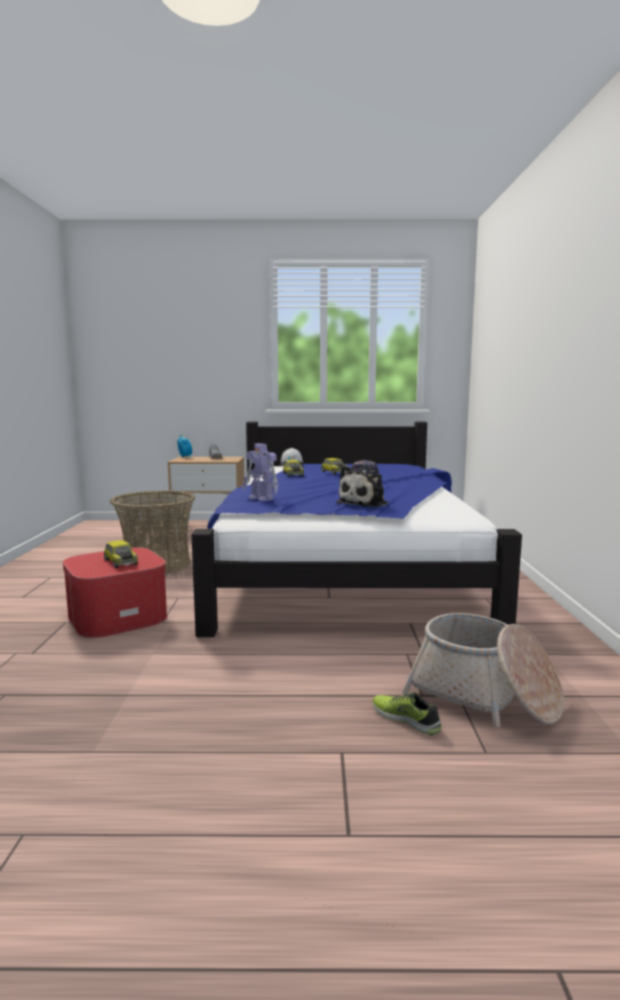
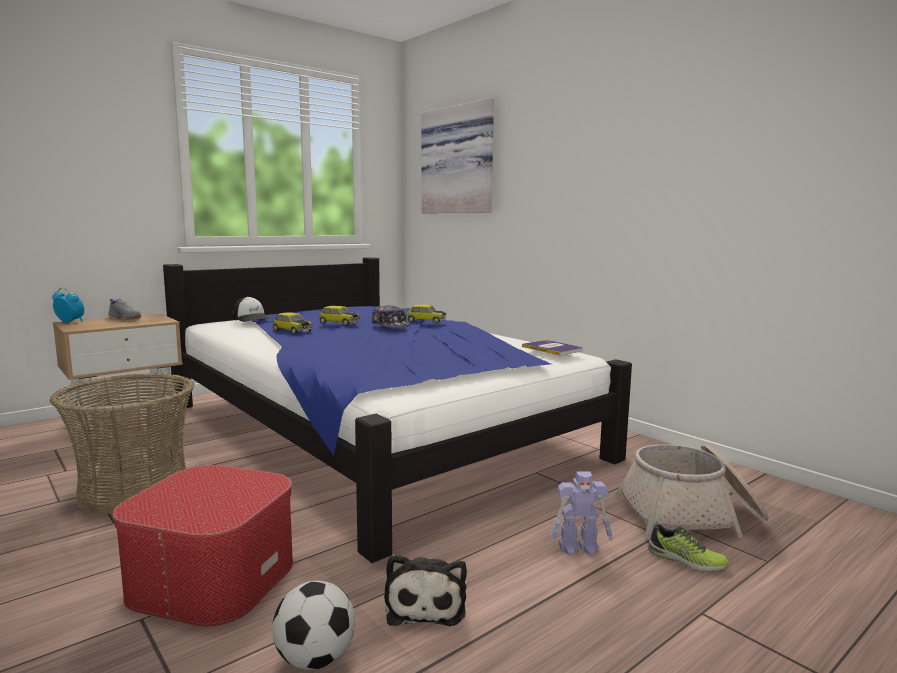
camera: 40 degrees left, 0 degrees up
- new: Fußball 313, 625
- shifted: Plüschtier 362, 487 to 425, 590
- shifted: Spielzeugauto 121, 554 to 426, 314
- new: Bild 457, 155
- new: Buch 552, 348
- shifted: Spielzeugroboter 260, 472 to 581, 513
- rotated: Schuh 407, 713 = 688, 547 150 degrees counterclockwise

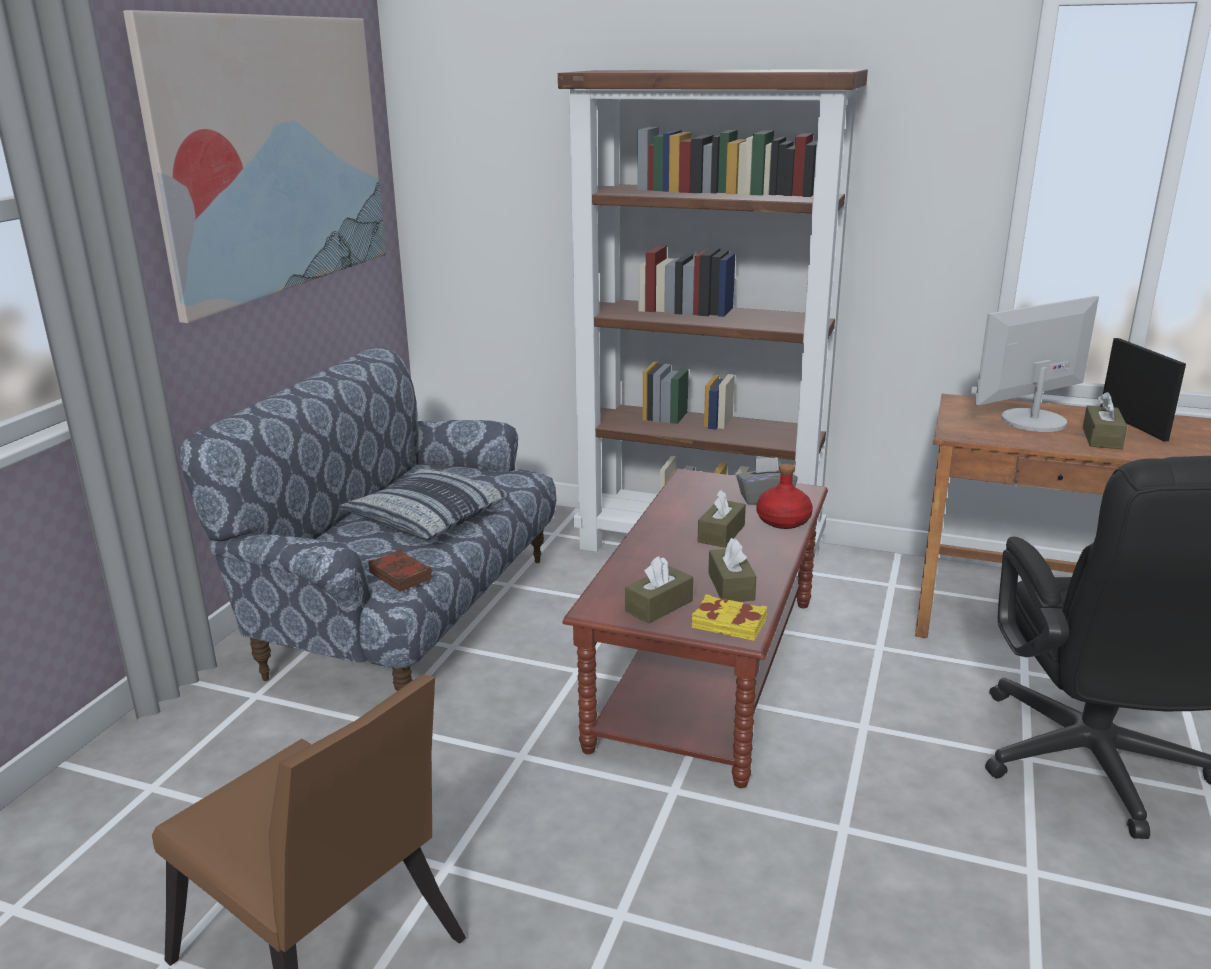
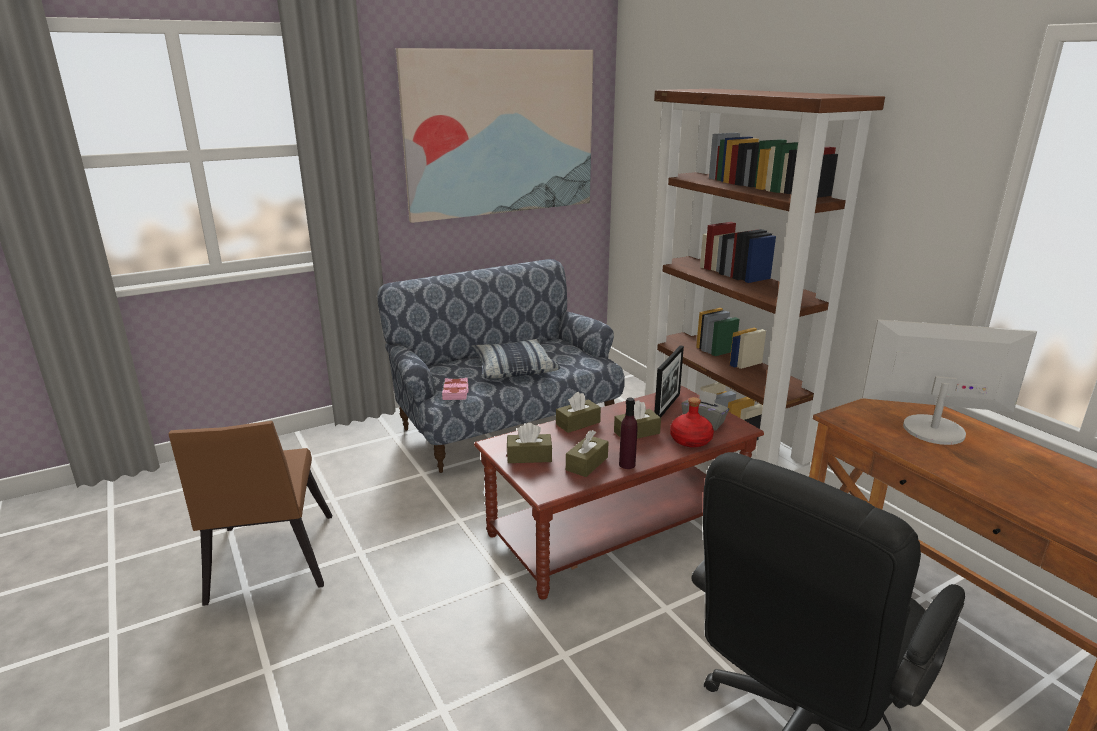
camera: 40 degrees right, 0 degrees up
- repainted: Buch/braun 400, 570 to Buch/rosa 455, 389
- shifted: Taschentuchbox/braun 1105, 420 to 578, 412
- new: Flasche/lila 628, 433
- shifted: Bilderrahmen 1143, 390 to 669, 381
- gone: Buch/gelb 729, 617

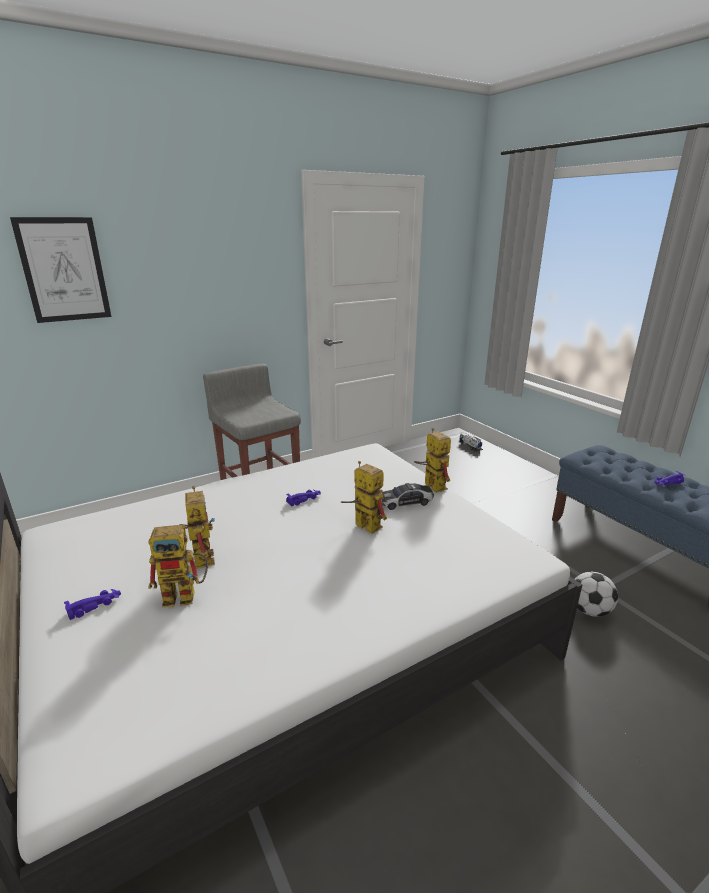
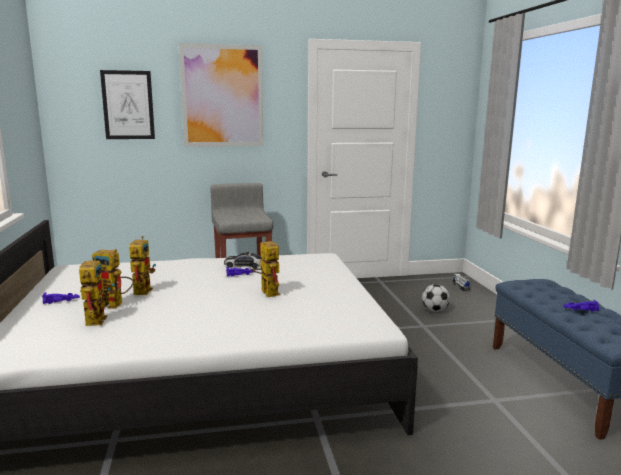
camera: 20 degrees right, 10 degrees down
- shifted: Spielzeugroboter 432, 460 to 94, 291
- new: Bild 221, 95
- shifted: Spielzeugauto 408, 496 to 243, 260
- shifted: Fußball 596, 594 to 436, 298

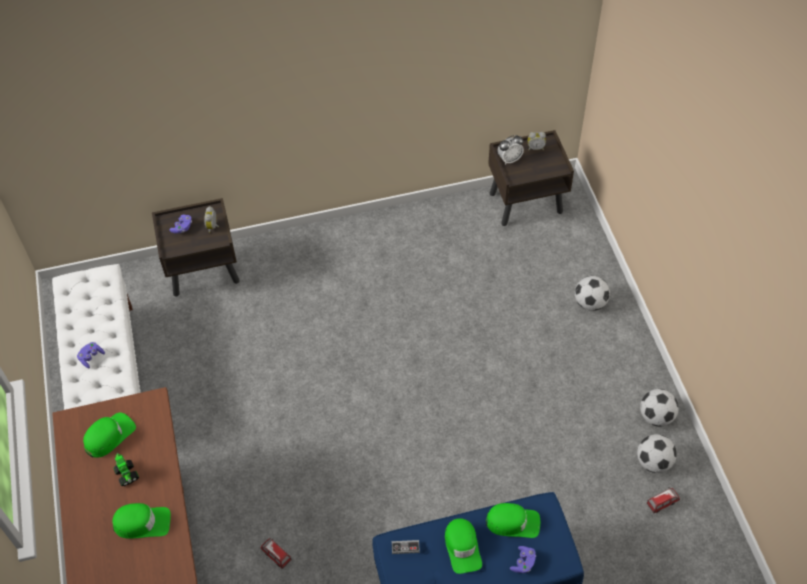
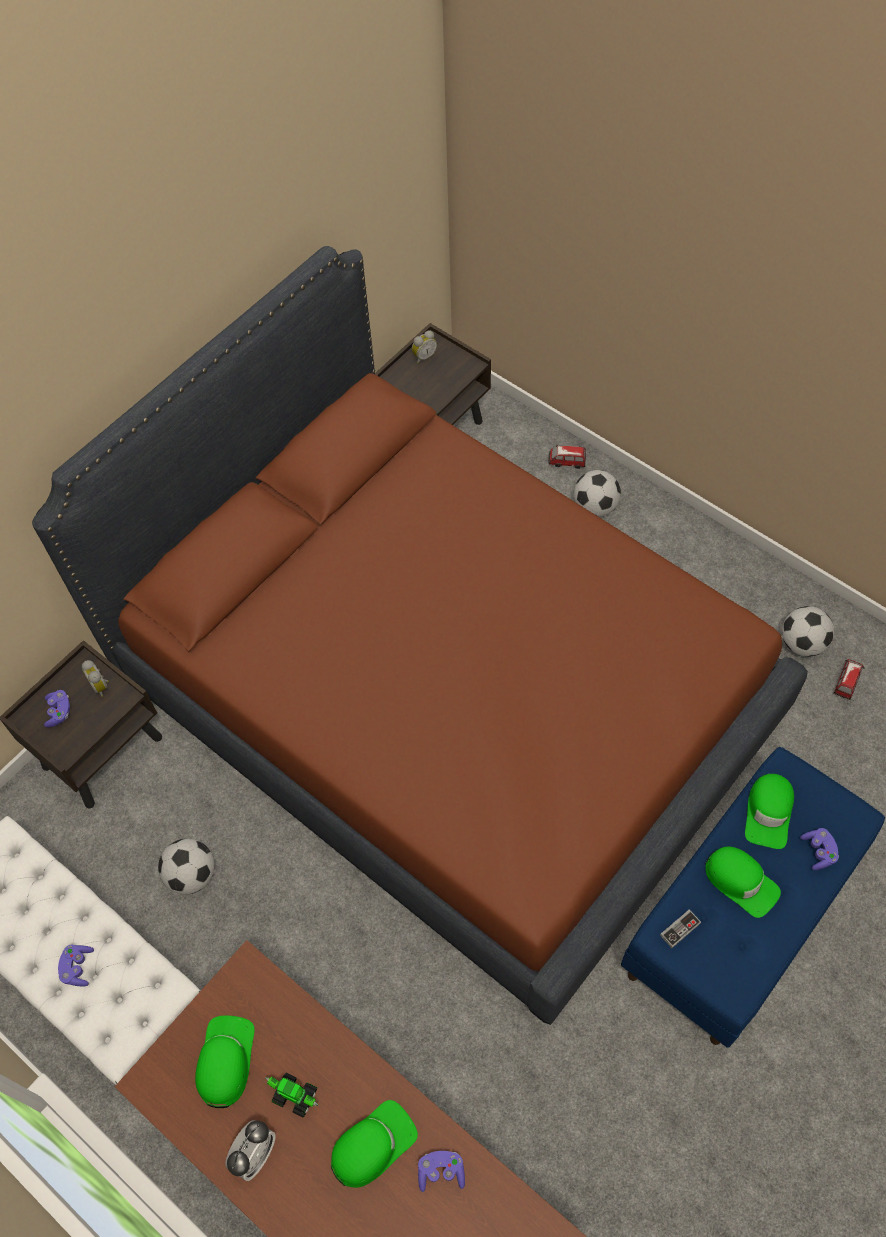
camera: 35 degrees left, 5 degrees up
- new: Bett/braun 420, 635
- shifted: Fußball 659, 408 to 186, 866
- shifted: Wecker 510, 150 to 250, 1150
- new: Gamepad/lila 441, 1171
- shifted: Spielzeugauto 276, 553 to 567, 457
- rotated: Kappe/grün 513, 520 = 769, 811 135 degrees clockwise

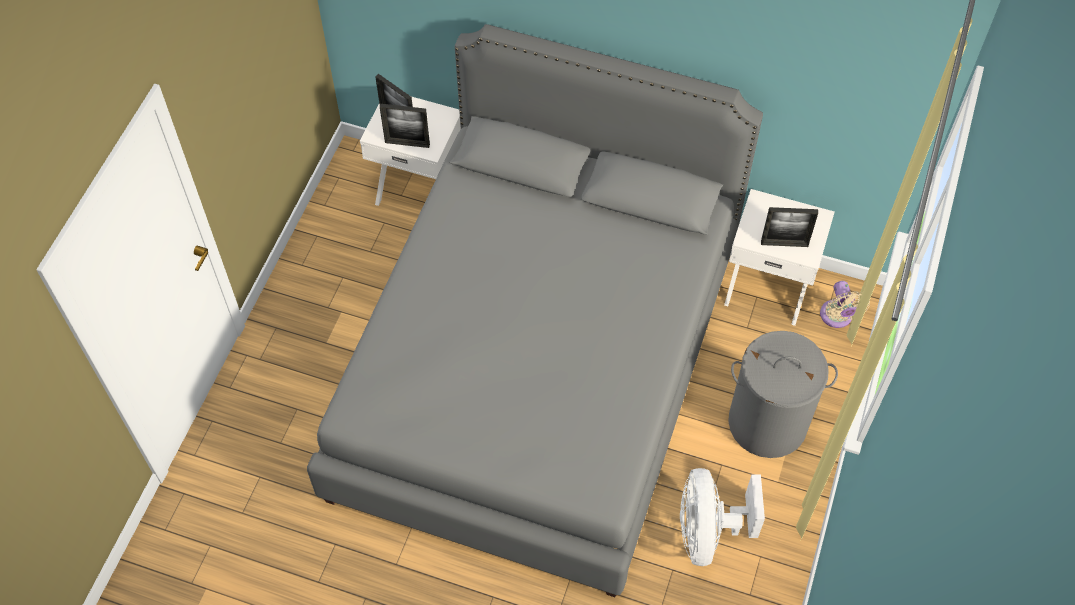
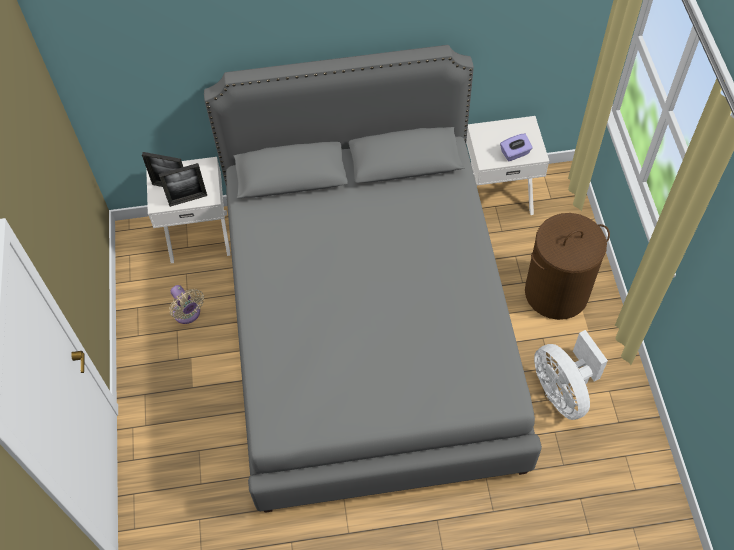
camera: 25 degrees left, 0 degrees up
- shifted: Ventilator/beige 845, 304 to 186, 304
- swapped: Bilderrahmen 789, 227 to Taschentuchbox/lila 516, 147
- repainted: Wäschekorb/grau 783, 394 to Wäschekorb/braun 567, 266

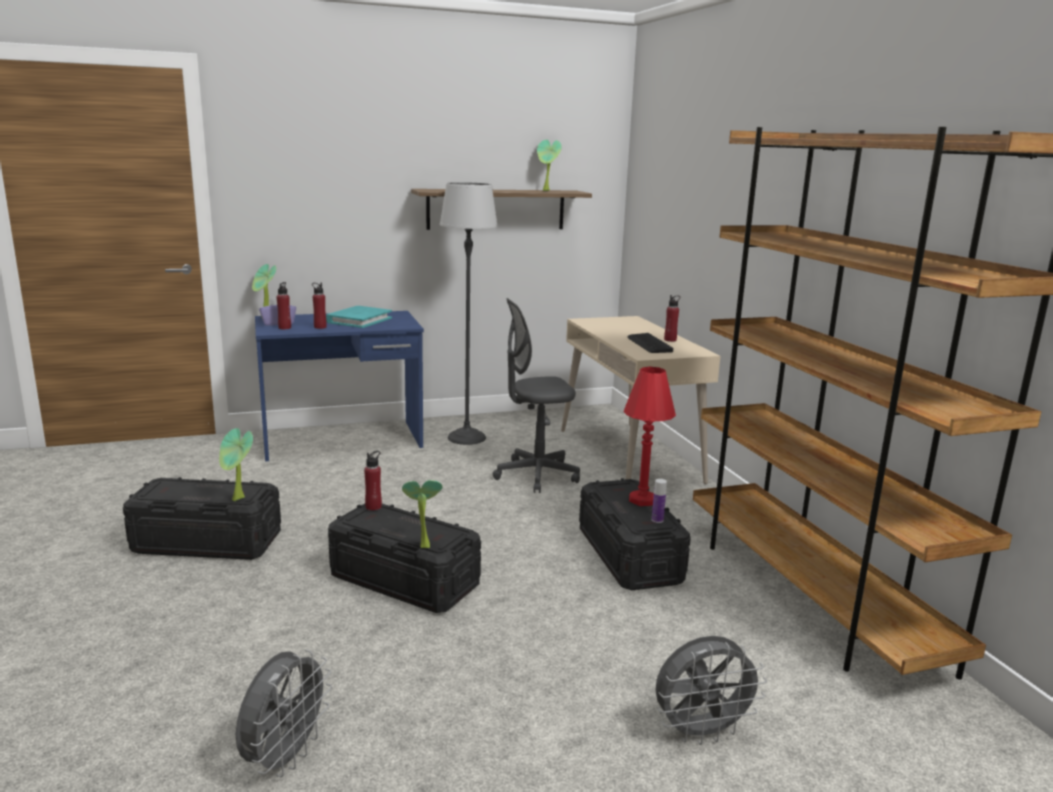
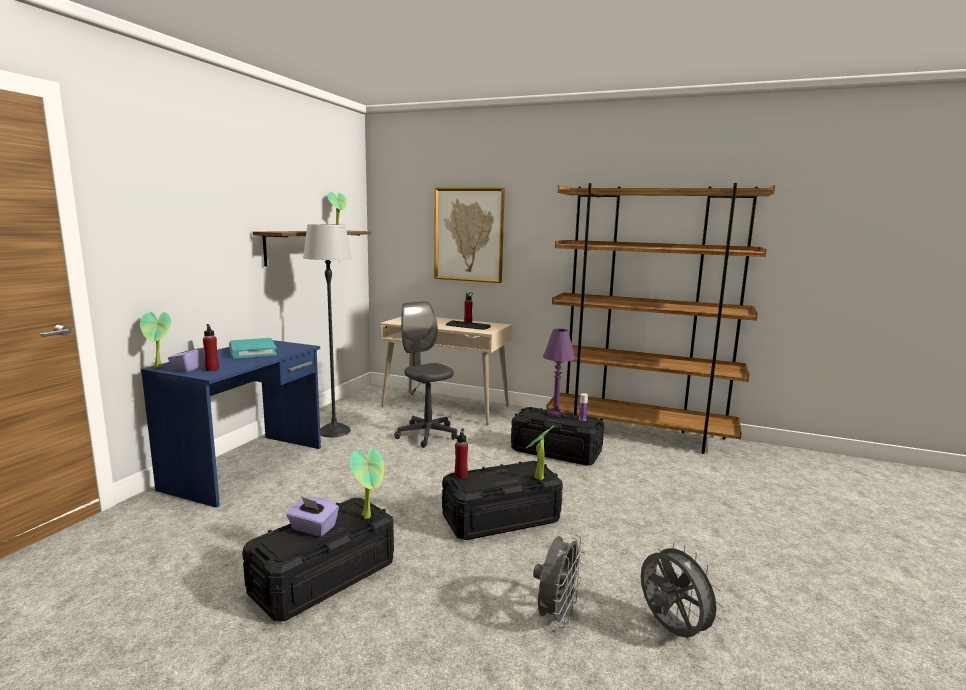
camera: 50 degrees left, 5 degrees down
- new: Taschentuchbox/lila 312, 516
- rotated: Bürostuhl/grau 536, 395 = 426, 374 120 degrees clockwise
- new: Bild 469, 235
- shifted: Ventilator/grau 711, 690 to 559, 581
- repainted: Tischlampe/rot 650, 436 to Tischlampe/lila 559, 373
- gone: Flasche/rot 319, 305

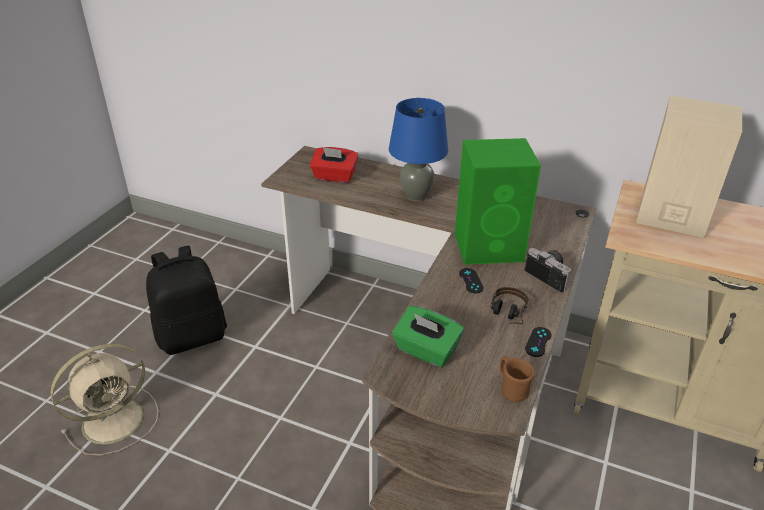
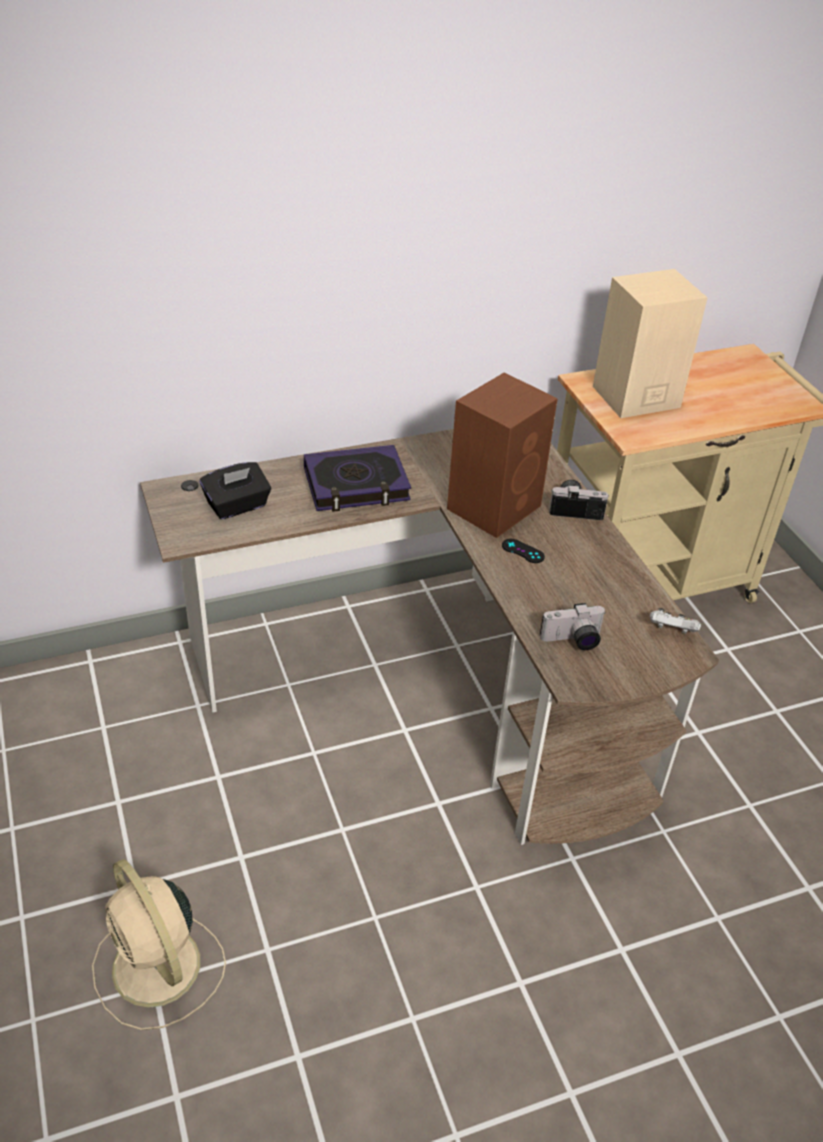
camera: 45 degrees left, 5 degrees up
- rotated: Ventilator/beige 105, 400 = 159, 944 135 degrees clockwise
- repainted: Taschentuchbox/rot 334, 165 to Taschentuchbox/schwarz 235, 490
- swapped: Tischlampe/blau 418, 150 to Buch 357, 478
- repainted: Lautsprecher/grün 498, 201 to Lautsprecher/braun 502, 455
- swapped: Taschentuchbox/grün 428, 336 to Kamera 572, 626
- swapped: Henkelbecher/braun 517, 379 to Gamepad/weiß 675, 621
- gone: Rucksack/schwarz 186, 300
- gone: Kopfhörer 509, 305
- gone: Gamepad/schwarz 538, 342

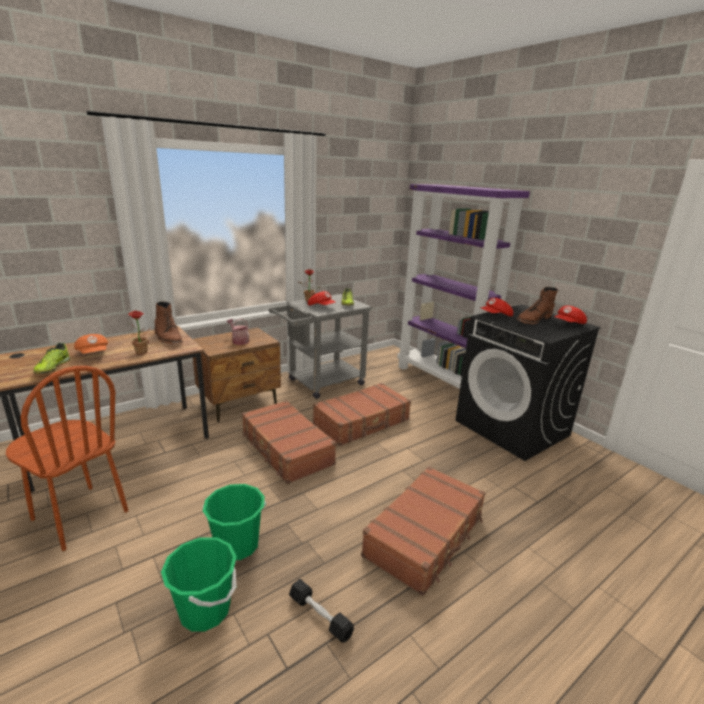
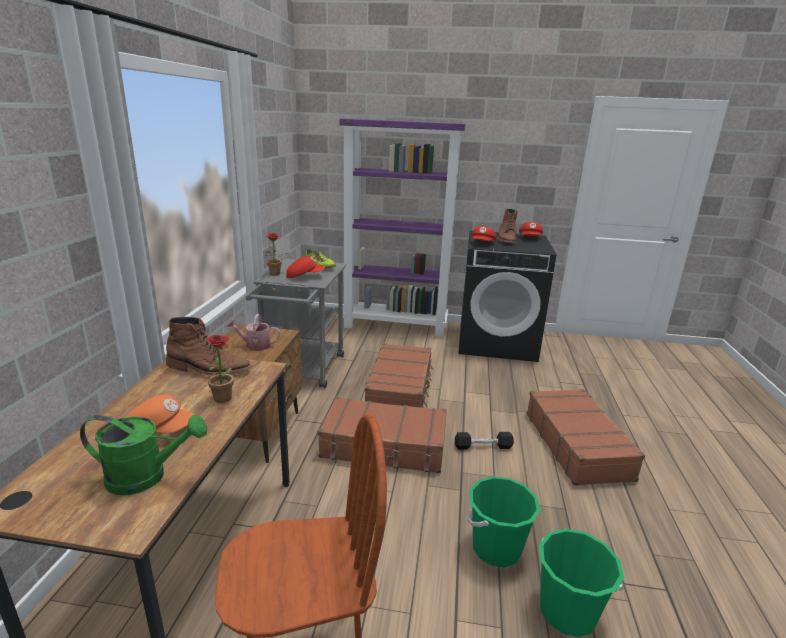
camera: 45 degrees left, 0 degrees up
- swapped: Schuh 51, 358 to Gießkanne/grün 143, 455
- shifted: Hantel/schwarz 321, 611 to 484, 441

